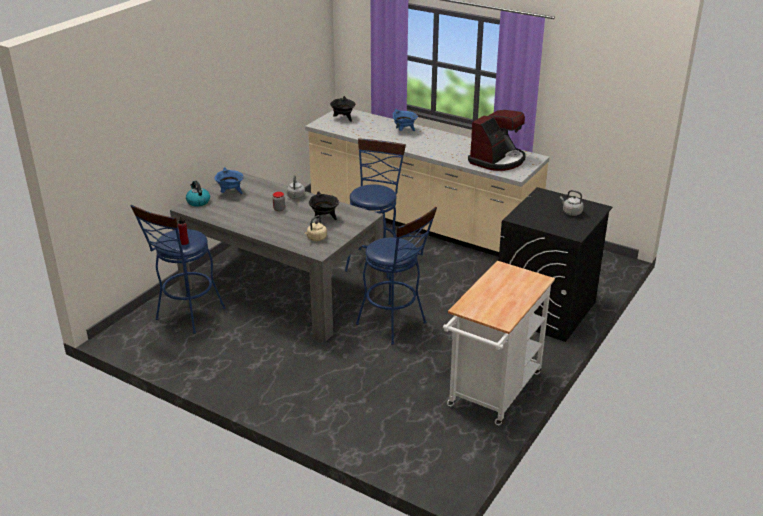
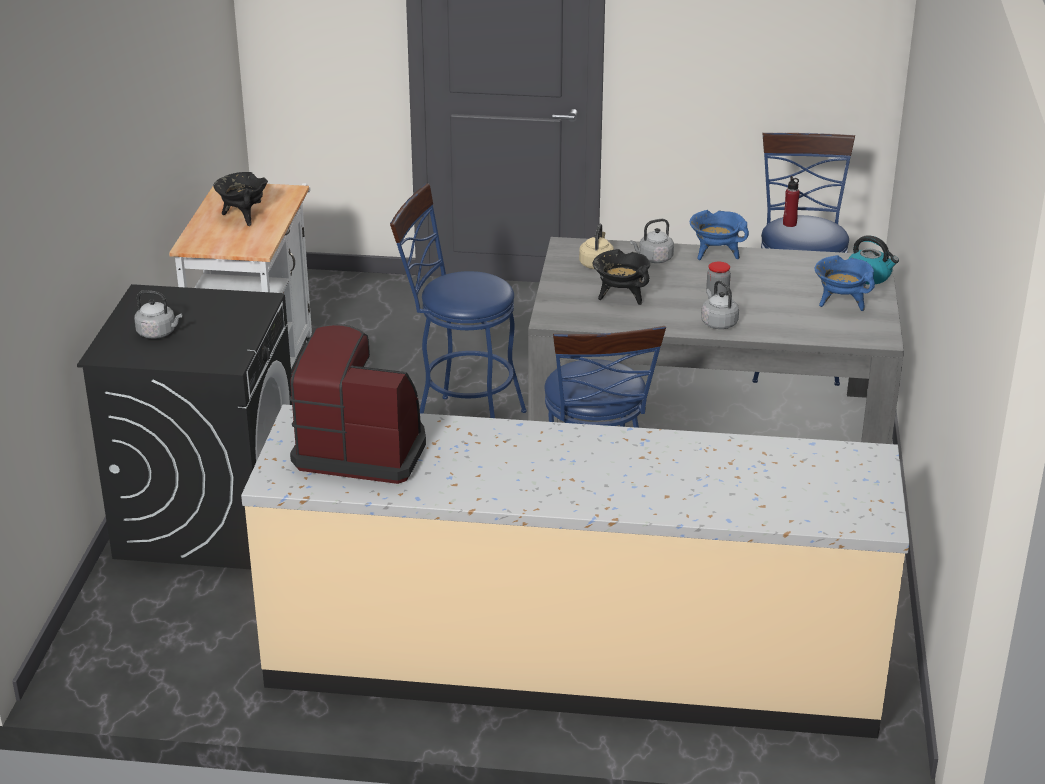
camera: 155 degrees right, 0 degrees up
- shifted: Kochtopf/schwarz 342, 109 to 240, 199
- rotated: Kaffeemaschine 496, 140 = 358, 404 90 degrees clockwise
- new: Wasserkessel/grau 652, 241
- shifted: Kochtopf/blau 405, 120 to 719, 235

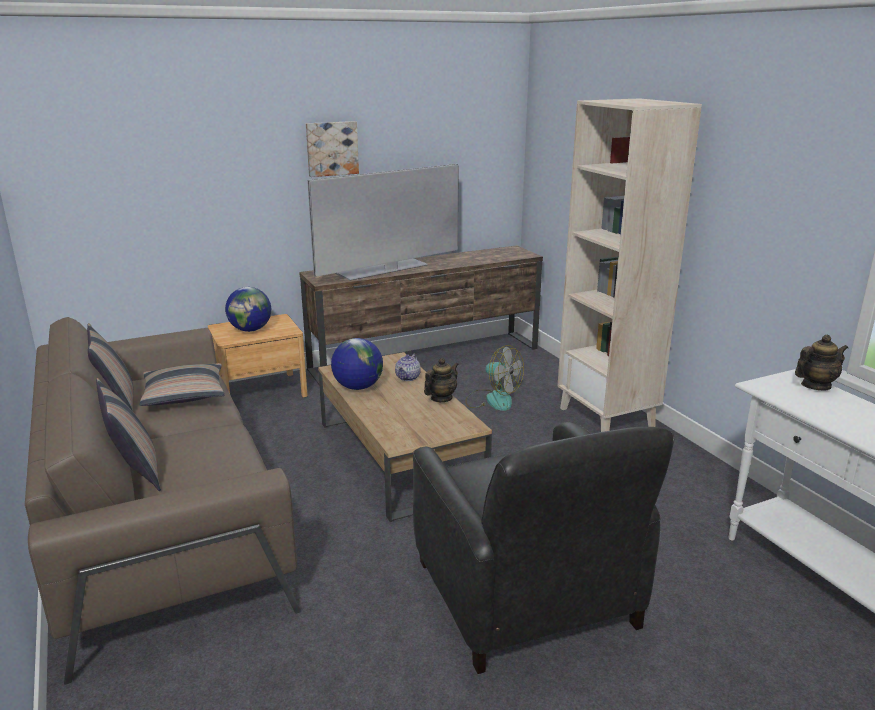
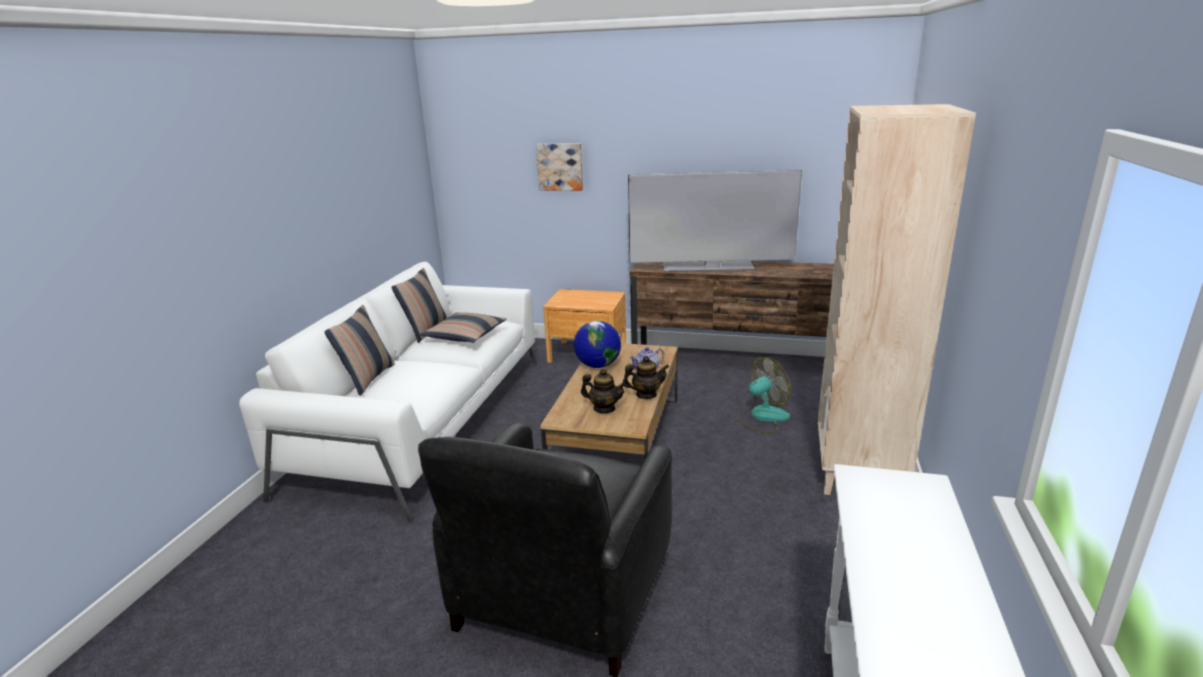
camera: 40 degrees right, 0 degrees up
- repainted: Sofa/braun 163, 500 to Sofa/weiß 388, 392
- shifted: Bild 332, 149 to 559, 167
- shifted: Teekanne 821, 363 to 604, 391
- rotated: Ventilator 494, 378 = 763, 395 105 degrees counterclockwise
- gone: Globus 248, 309

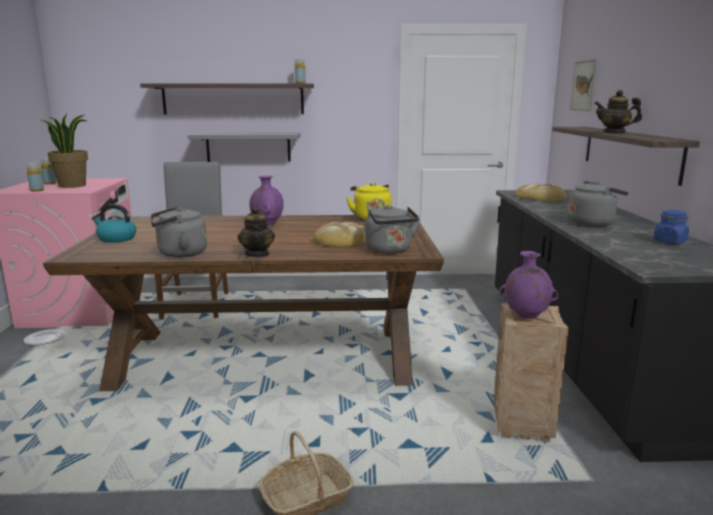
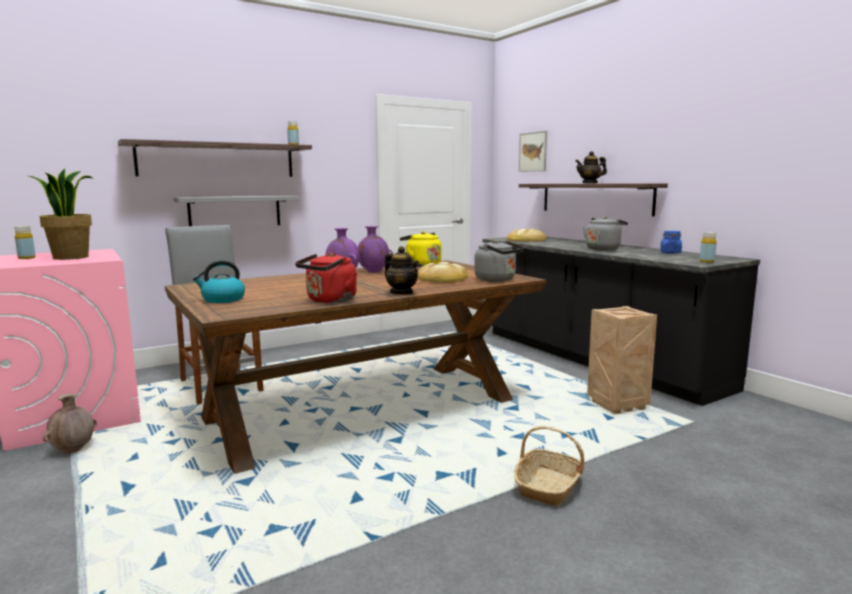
camera: 30 degrees left, 5 degrees down
- swapped: Teller 44, 337 to Vase/braun 69, 423
- repainted: Wasserkessel/grau 179, 232 to Wasserkessel/rot 326, 277
- shifted: Vase/lila 529, 285 to 375, 249
- shifted: Flasche/gelb 35, 177 to 708, 247

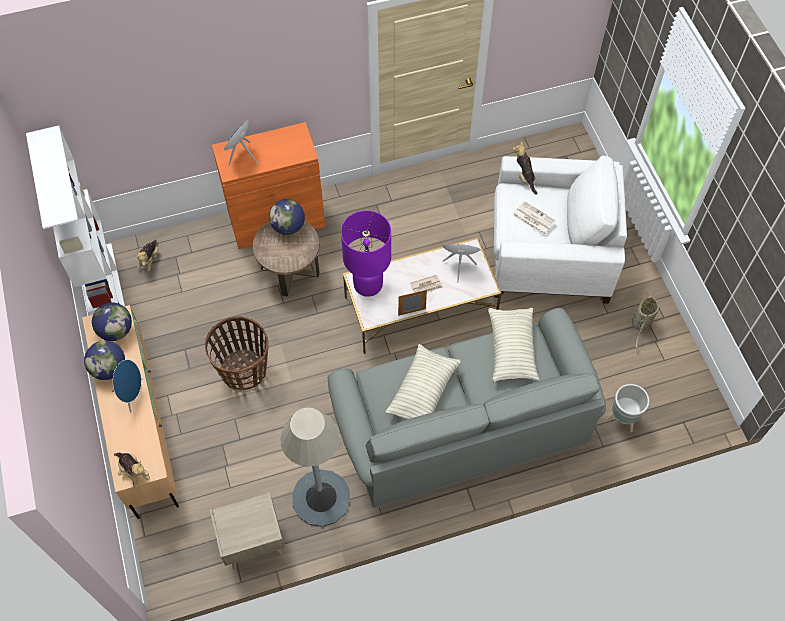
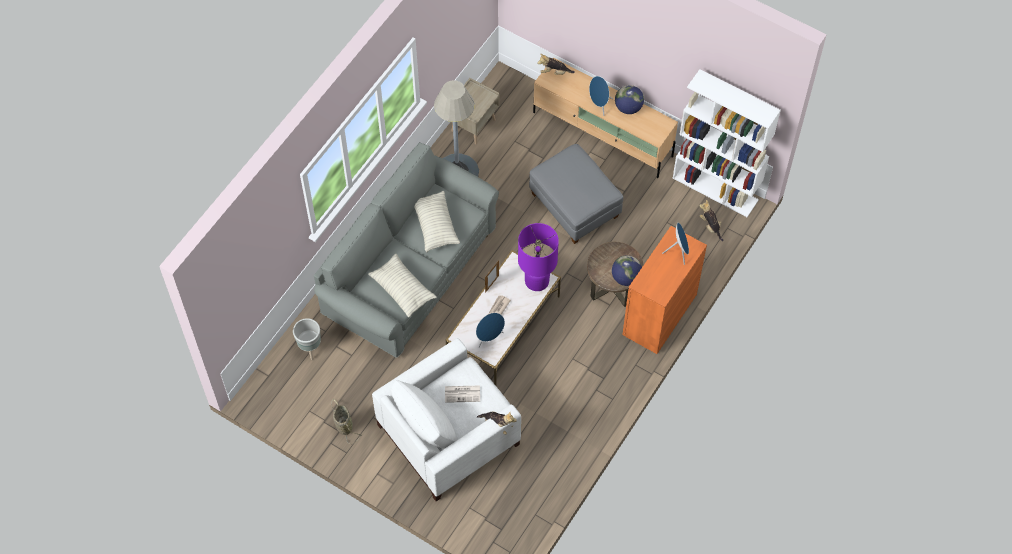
camera: 140 degrees right, 0 degrees up
- swapped: Korb 237, 353 to Polsterhocker/grau 576, 194
- gone: Globus 112, 321

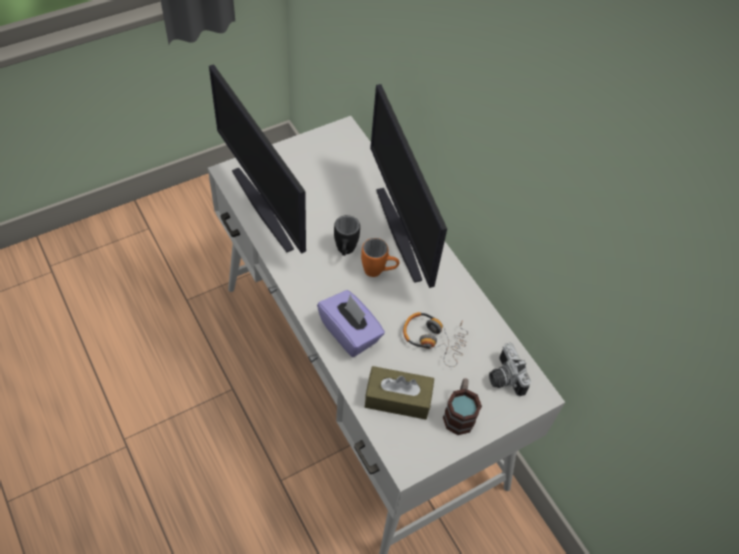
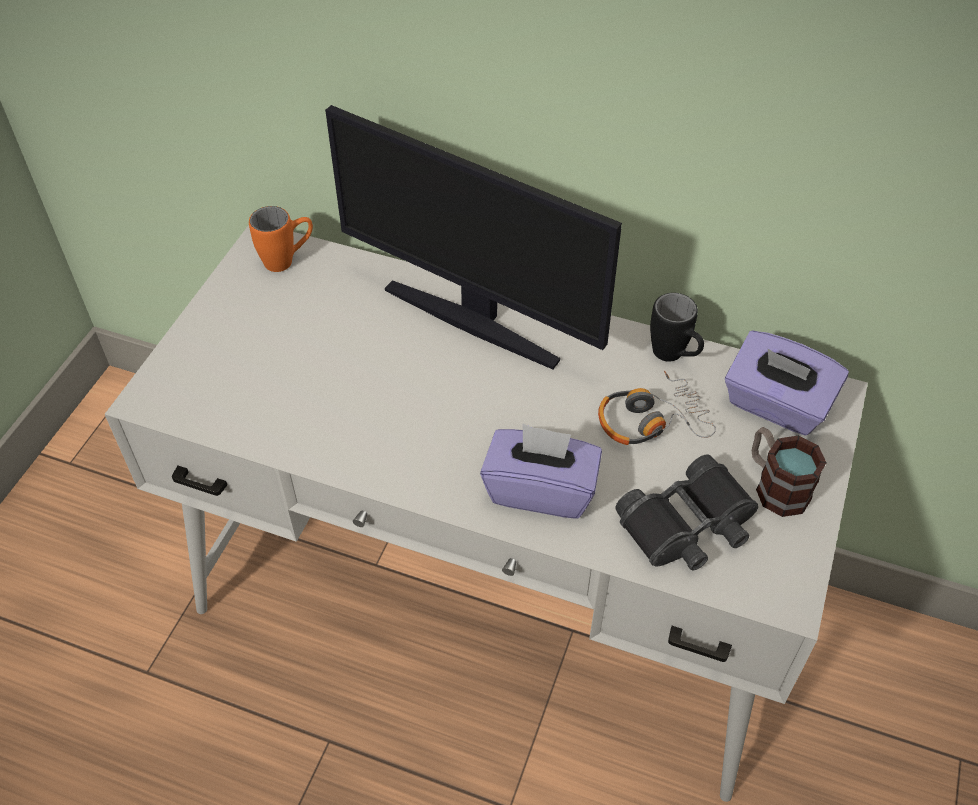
camera: 35 degrees left, 5 degrees down
- shifted: Henkelbecher/orange 380, 257 to 281, 239
- swapped: Taschentuchbox/braun 399, 393 to Fernglas/schwarz 686, 512
- shifted: Henkelbecher/schwarz 347, 235 to 677, 327
- swapped: Kamera 510, 369 to Taschentuchbox/lila 787, 382
- gone: Monitor 257, 159

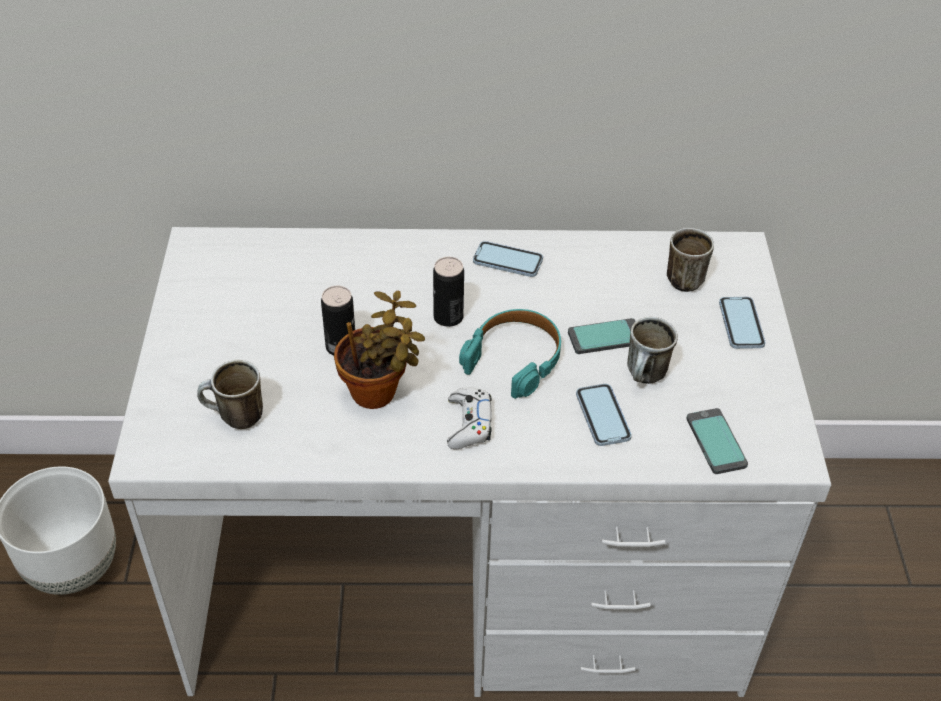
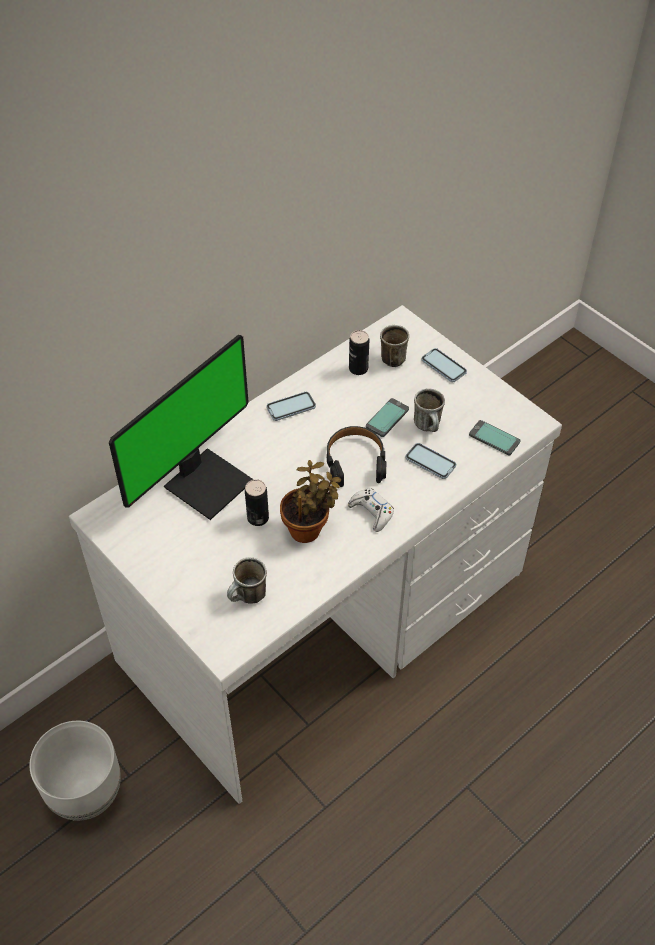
camera: 40 degrees left, 5 degrees up
- new: Monitor 181, 427
- repainted: Kopfhörer/türkis 510, 354 to Kopfhörer/schwarz 356, 456
- shifted: Dose 448, 292 to 359, 352

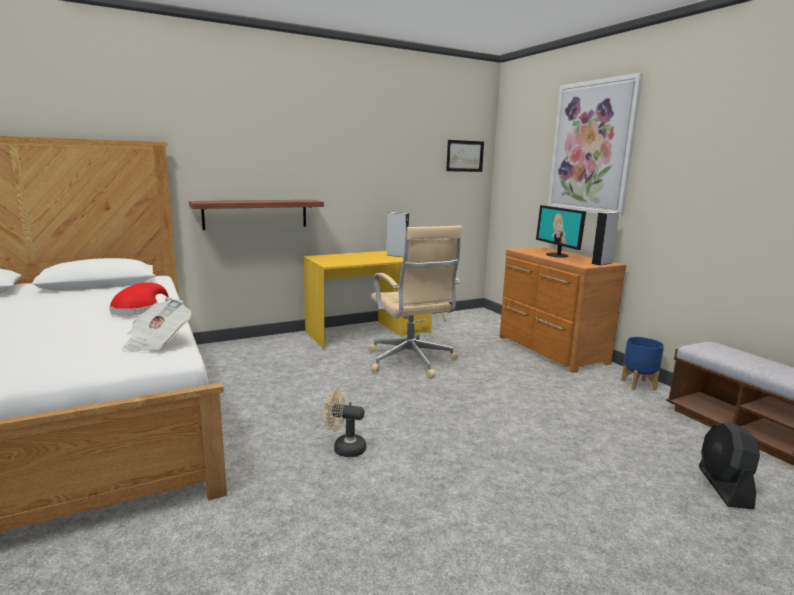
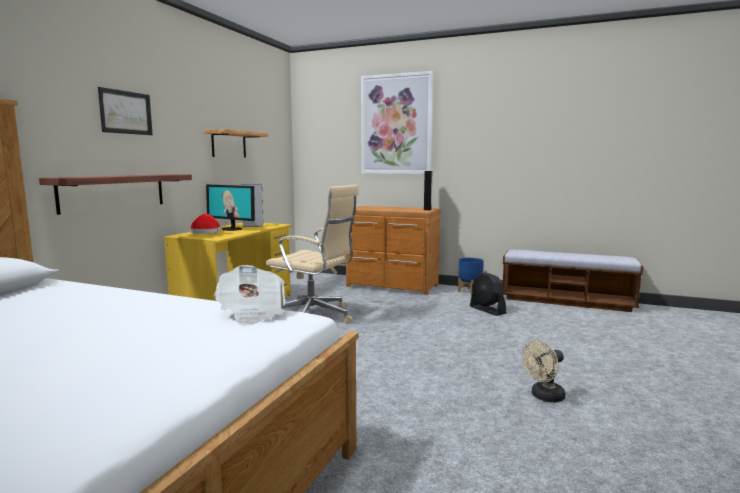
camera: 40 degrees left, 5 degrees down
- shifted: Bild 465, 156 to 125, 111
- shifted: Hut/rot 140, 299 to 205, 224
- new: Wandregal 236, 143
- shifted: Monitor 561, 231 to 230, 208
- shifted: Ventilator/schwarz 729, 465 to 488, 294
- shifted: Ventilator/beige 344, 423 to 543, 371

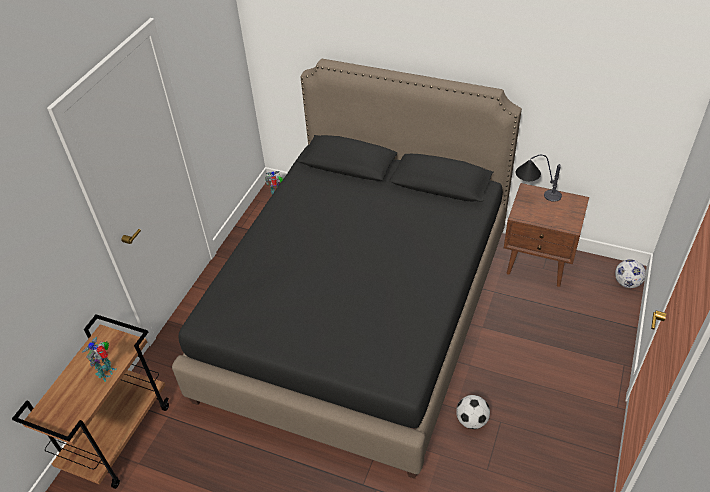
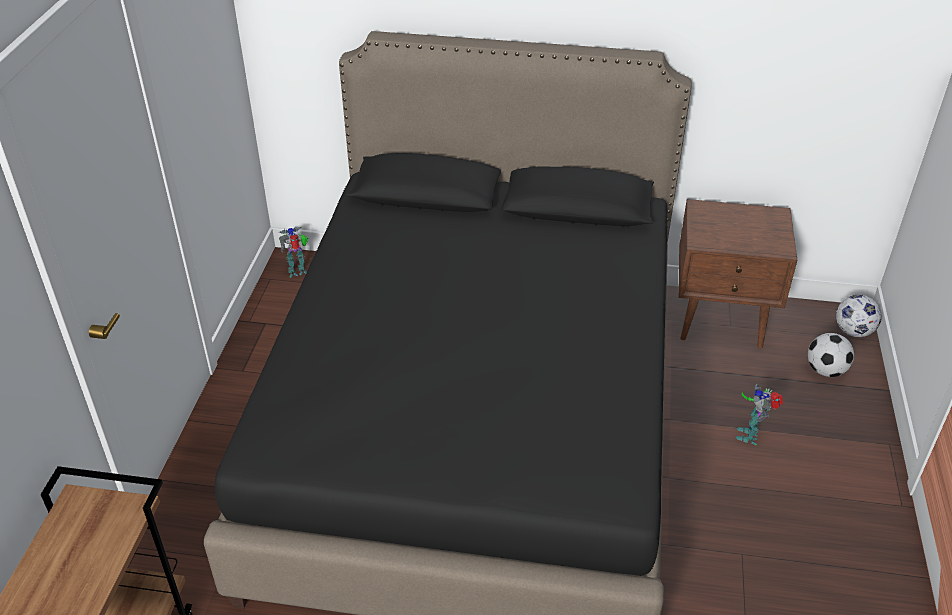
camera: 15 degrees left, 5 degrees down
- shifted: Spielzeugroboter 99, 359 to 759, 414
- shifted: Fußball 473, 412 to 831, 355
- gone: Tischlampe 539, 178

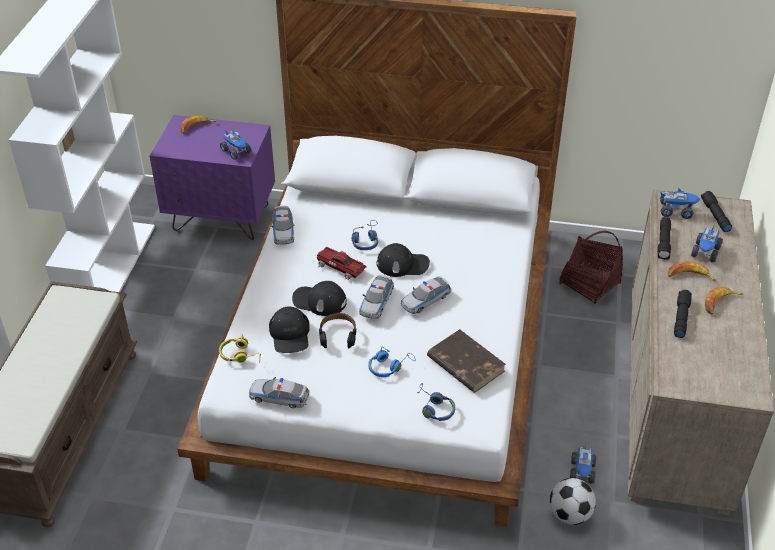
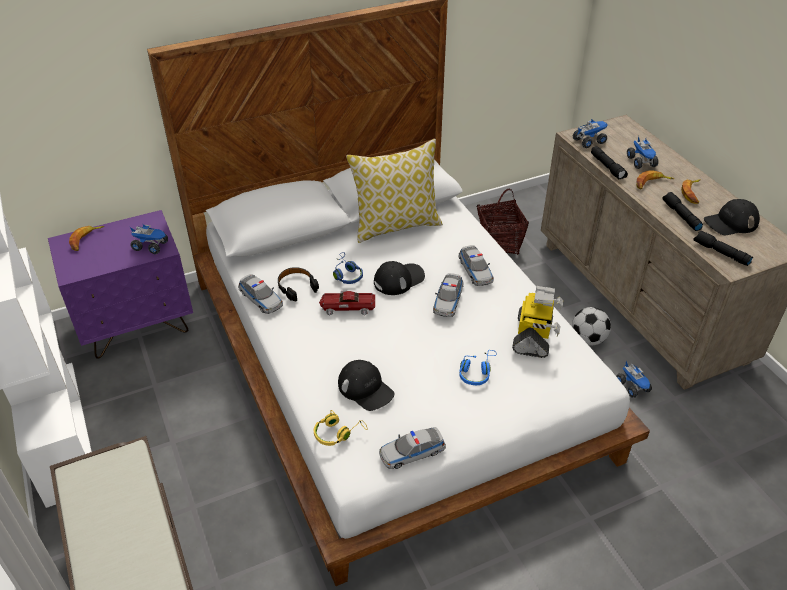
camera: 35 degrees left, 0 degrees up
- shifted: Kopfhörer/schwarz 338, 330 to 298, 284
- new: Kissen 394, 191
- shifted: Spielzeugauto 376, 297 to 476, 265
- swapped: Buch/braun 466, 361 to Spielzeugroboter 537, 322
- shifted: Fußball 573, 501 to 591, 326
- shifted: Taschenlampe/schwarz 716, 211 to 723, 248
- shifted: Kappe/schwarz 319, 298 to 732, 217
- gone: Kopfhörer/blau 436, 402

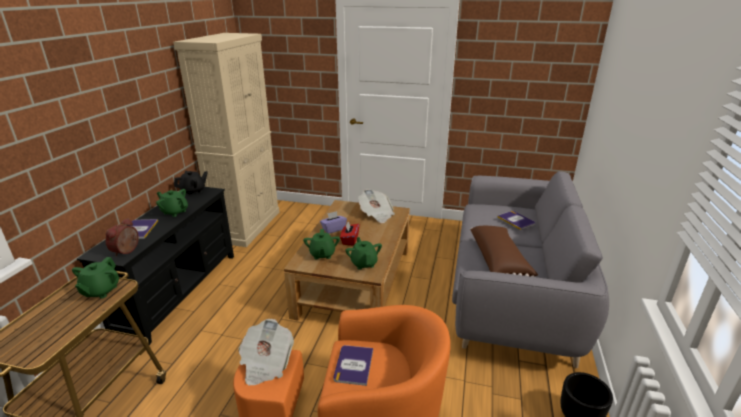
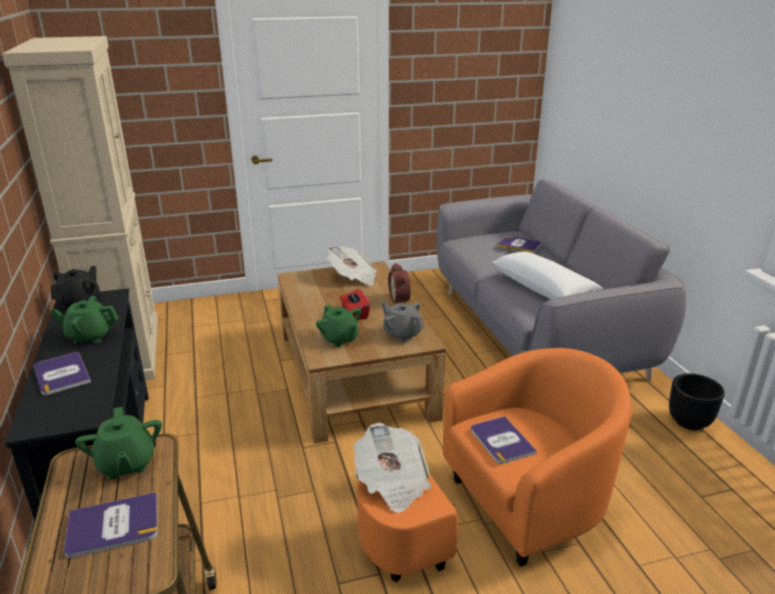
camera: 30 degrees left, 0 degrees up
- new: Buch 111, 525
- repainted: Teekanne/grün 363, 253 to Teekanne/grau 402, 322
- shifted: Wecker 122, 237 to 399, 283
- repainted: Kissen/braun 504, 251 to Kissen/weiß 548, 275
- gone: Taschentuchbox/lila 333, 222

